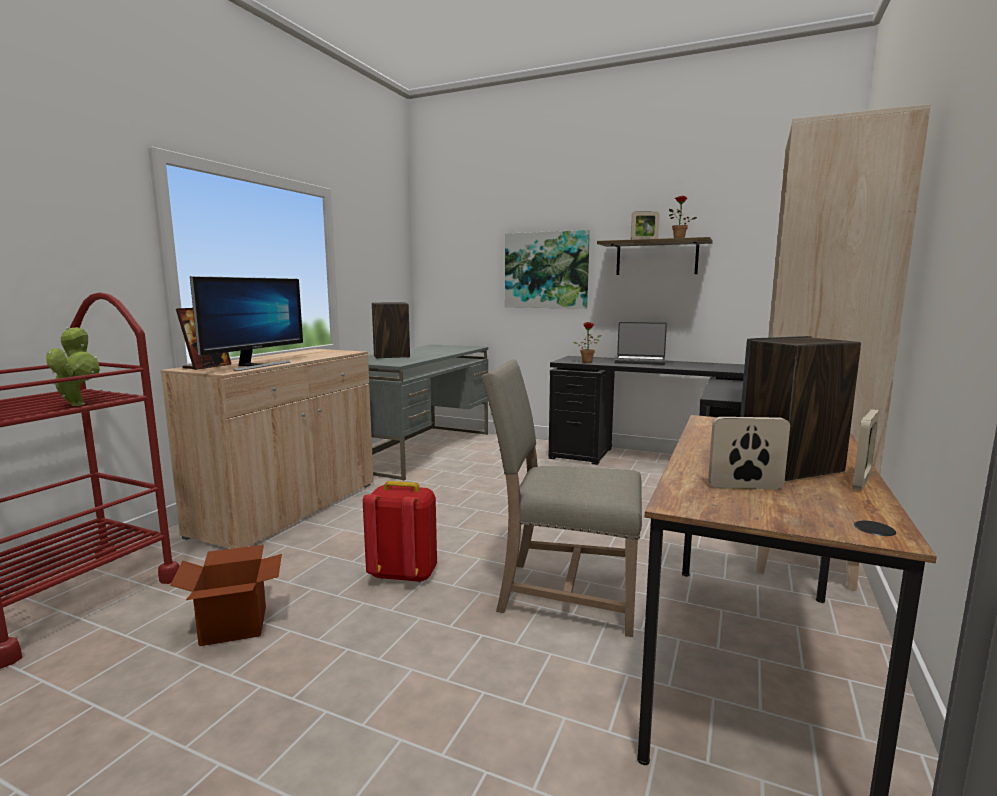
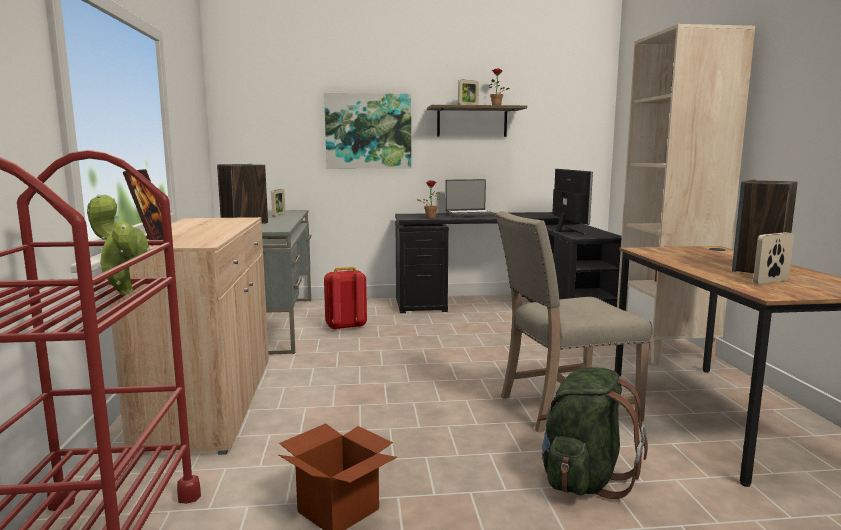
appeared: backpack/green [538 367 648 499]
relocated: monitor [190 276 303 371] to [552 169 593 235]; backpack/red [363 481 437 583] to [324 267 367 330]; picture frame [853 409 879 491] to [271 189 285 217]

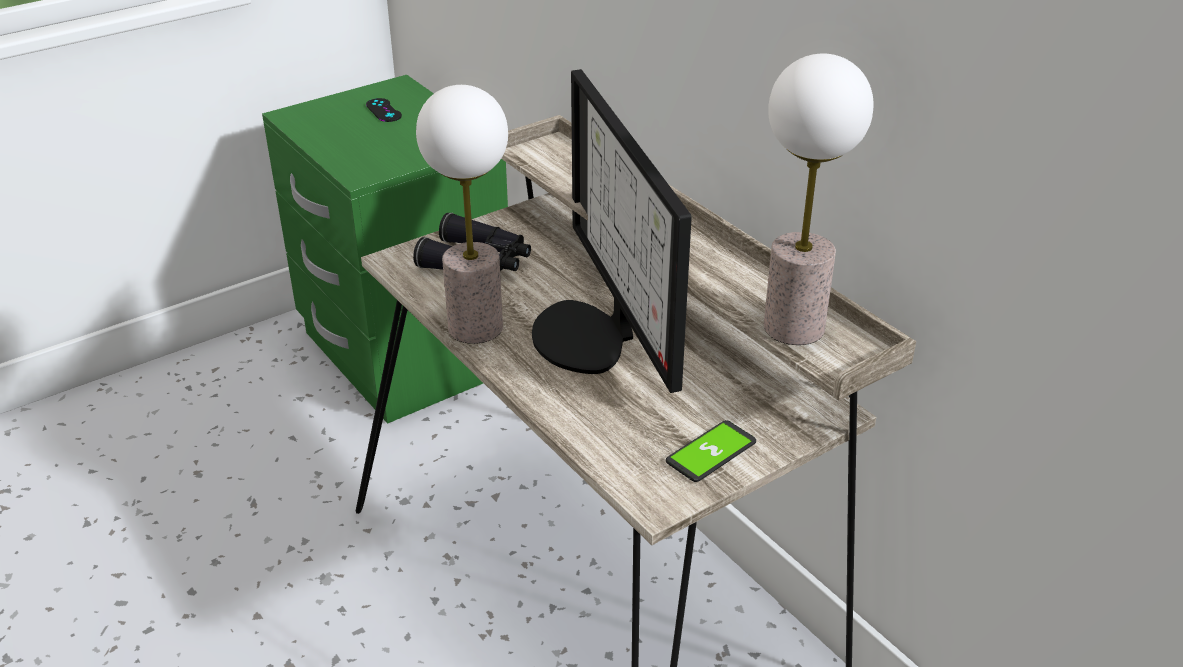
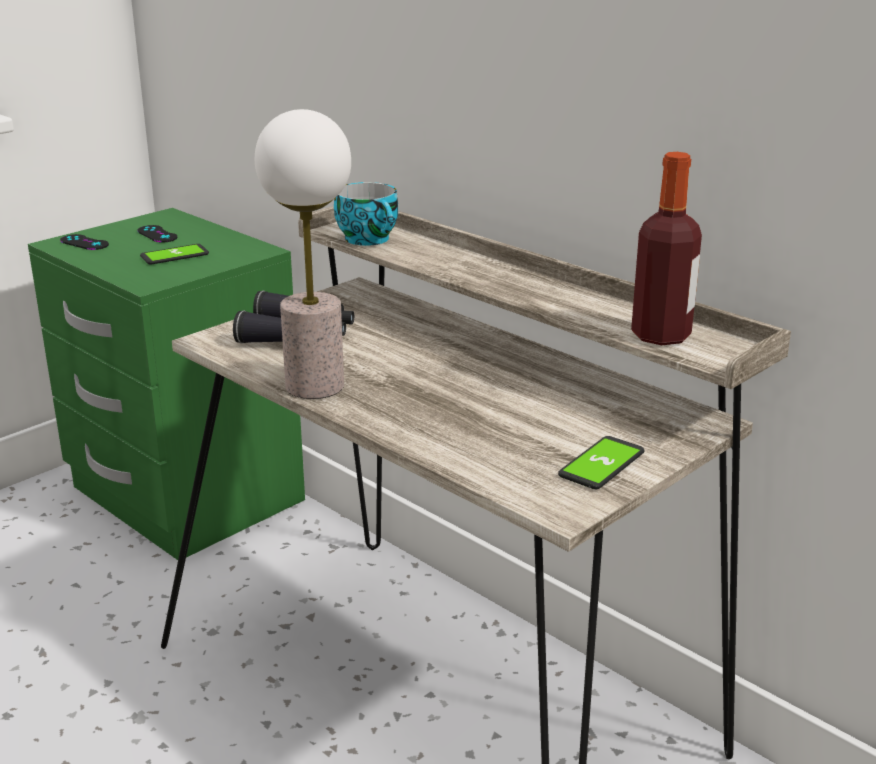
missing: monitor [532 69 692 393]
appeared: game controller/black [60 234 109 250]; phone [140 244 209 265]; cup [334 182 398 246]
exchanged: table lamp [764 53 873 345] to bottle [631 152 702 345]

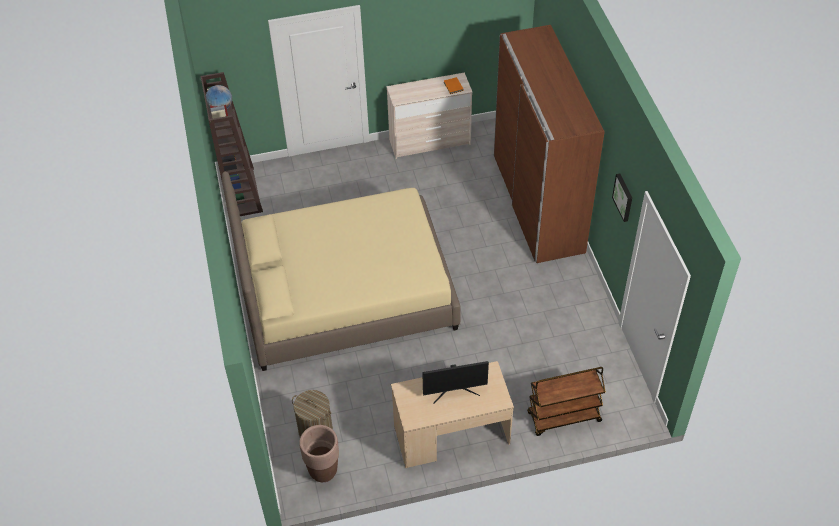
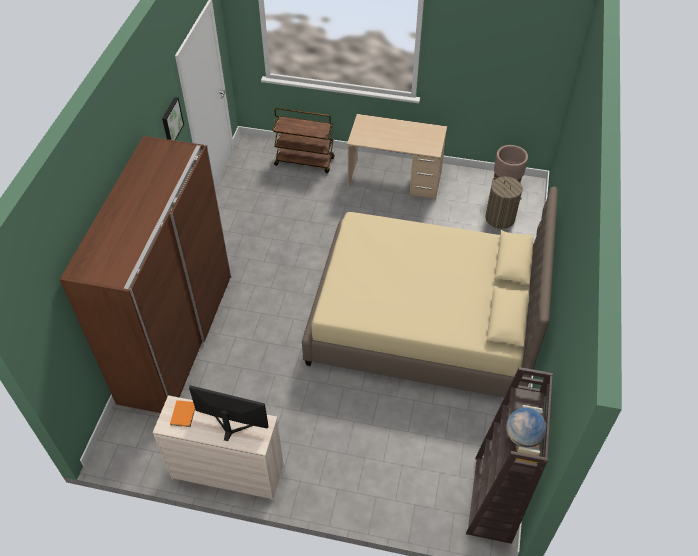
relocated: monitor [422 361 489 404] to [189 385 269 441]

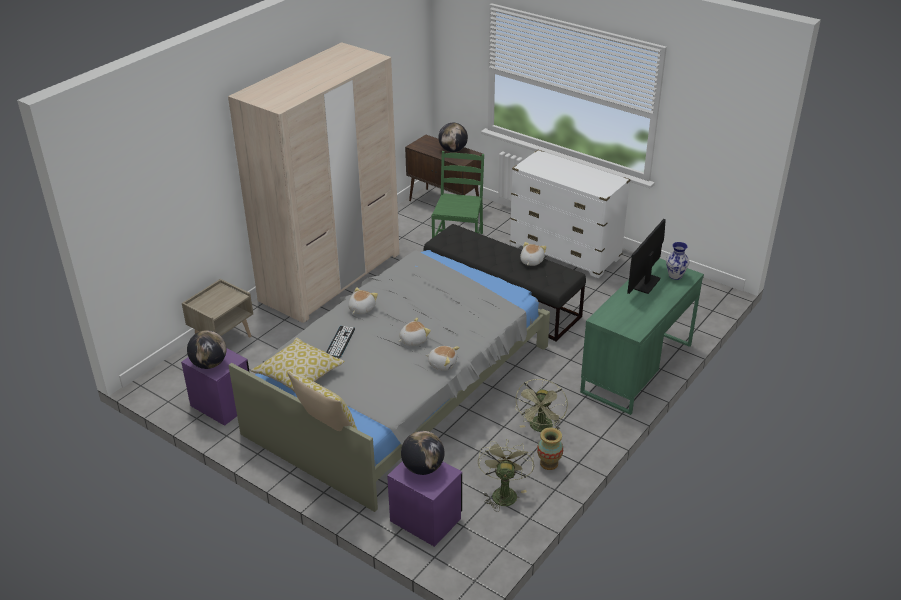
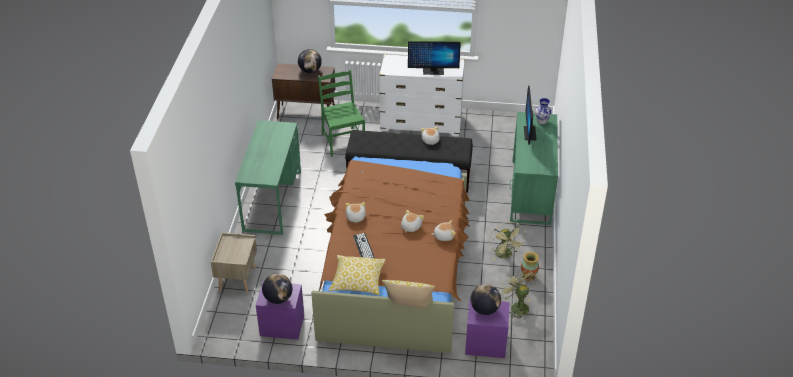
appeared: monitor [408 41 461 75]
exchanged: wardrobe/beige [228 42 400 323] to desk/green [235 120 301 235]
colour: bed/grey [228 250 550 512] to bed/brown [311 156 470 353]

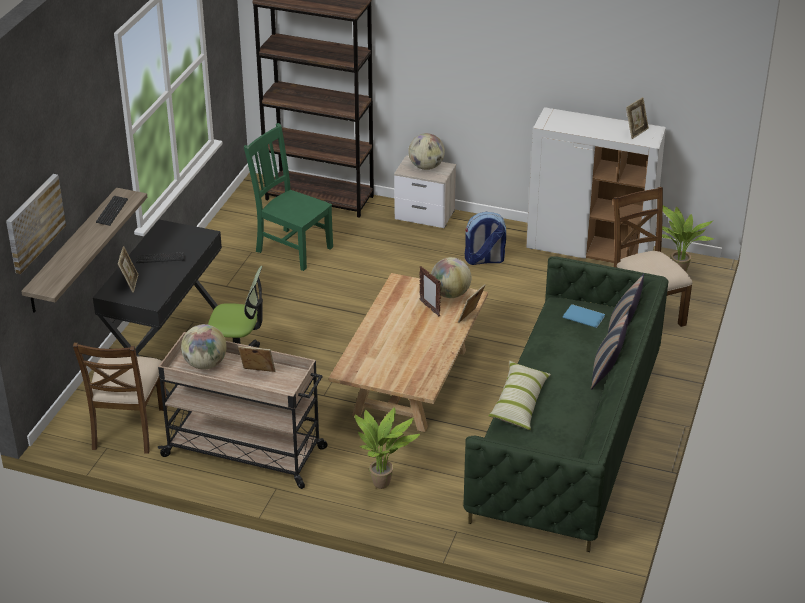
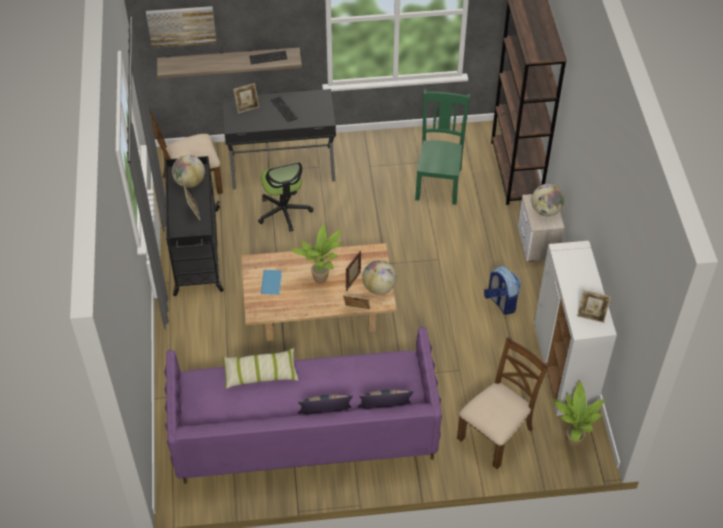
relocated: potted plant [355 407 420 489] to [291 224 342 284]; book/blue [563 304 605 328] to [261 270 282 295]
colour: cart/beige [158 332 328 489] to cart/black [165 156 224 296]; sofa/green [463 256 668 552] to sofa/purple [164 326 442 483]

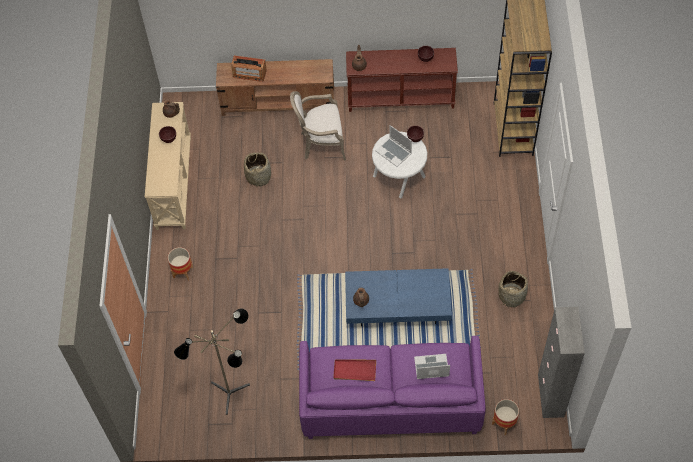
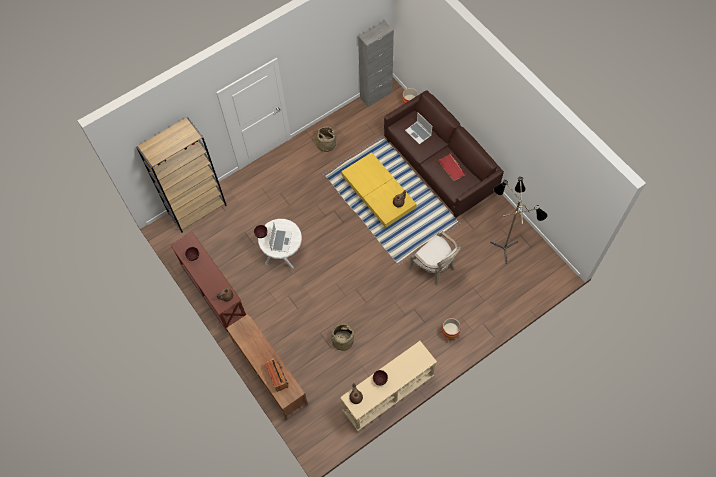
relocated: armchair [290 91 346 160] to [409 231 461 286]
colour: sofa/purple [299 336 486 439] to sofa/brown [384 90 504 218]; coffee table/blue [345 268 452 326] to coffee table/yellow [341 152 417 228]

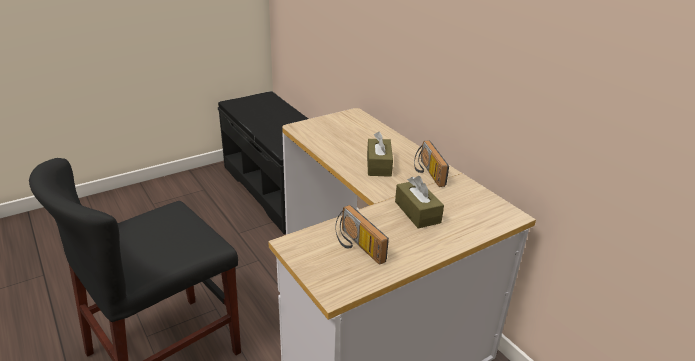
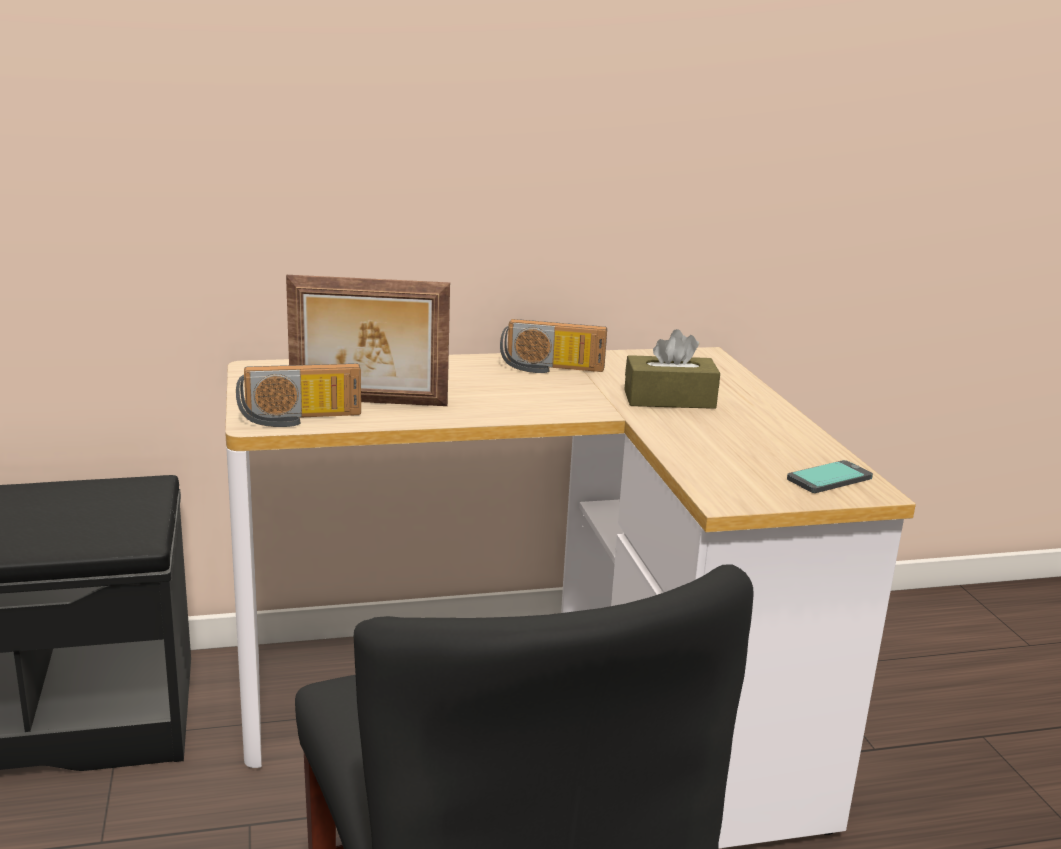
missing: tissue box/brown [367 132 393 177]
appeared: picture frame [286 275 450 406]; phone [787 460 873 493]
relocated: radio [335 205 389 265] to [236 363 361 427]

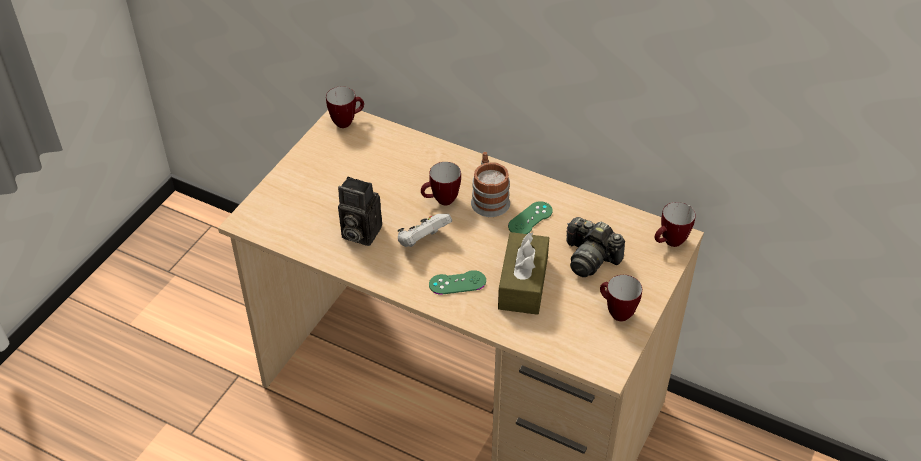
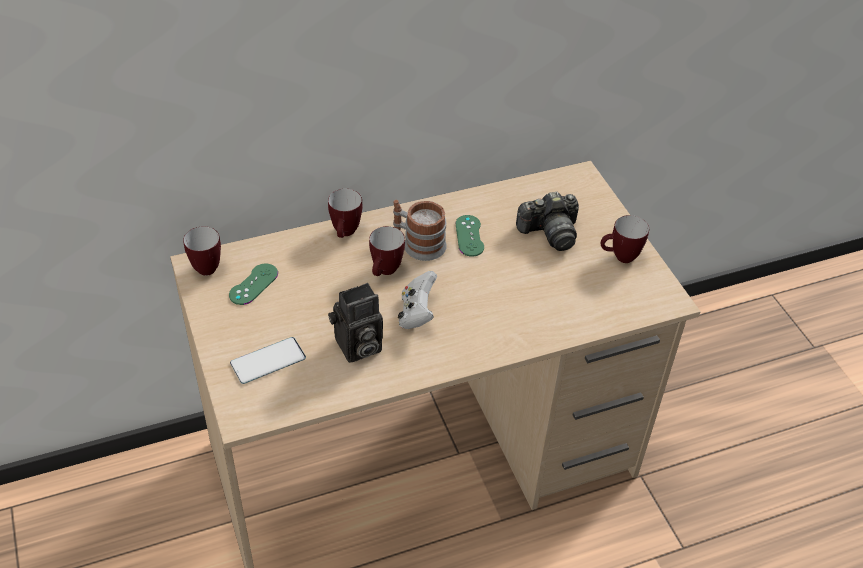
missing: tissue box/brown [498 232 549 315]
appeared: phone [230 337 306 384]
relocated: game controller/green [429 270 486 295] to [229 264 278 305]; mug [655 202 696 247] to [328 189 362 238]

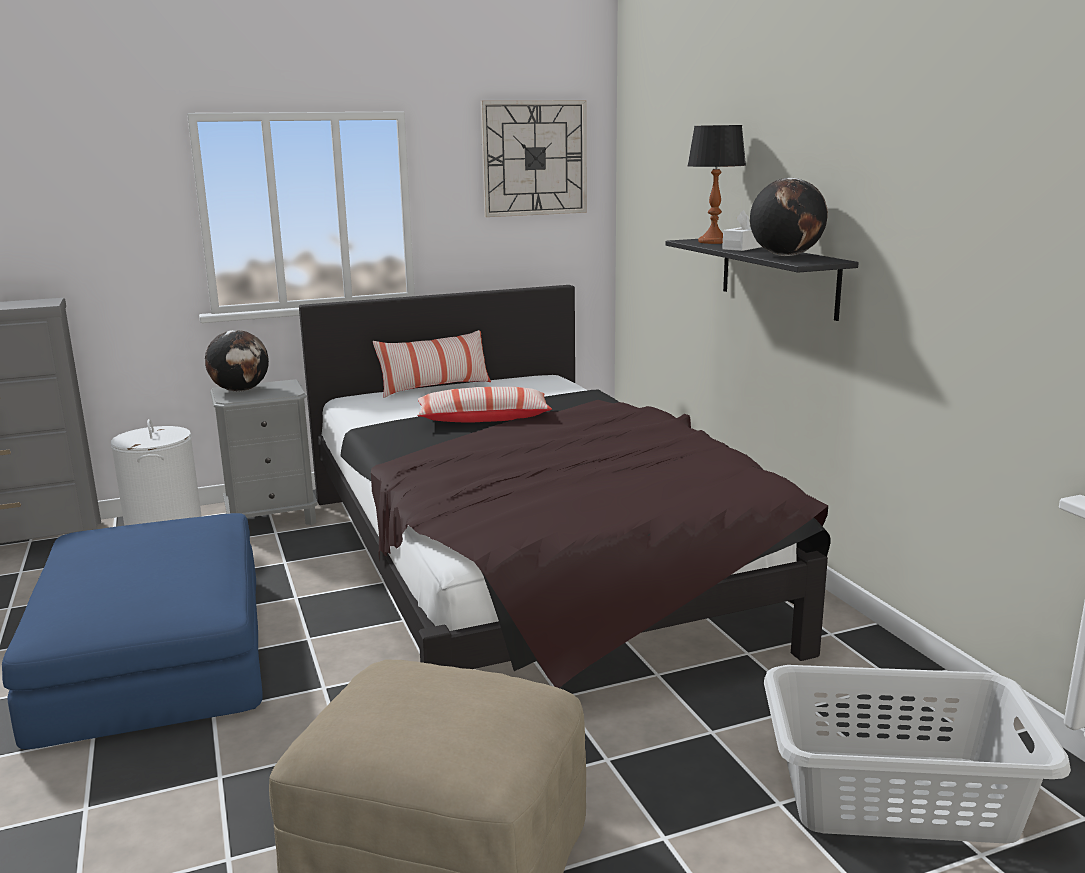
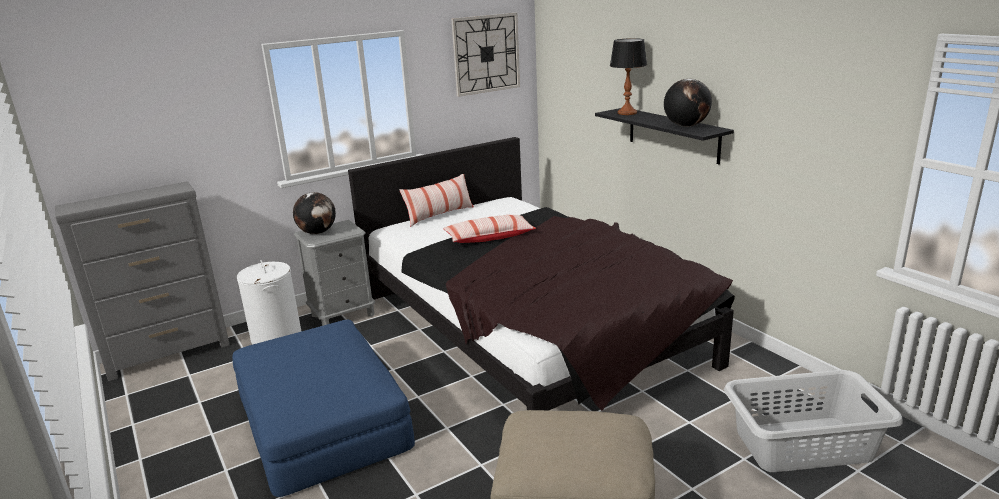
missing: tissue box/white [722 210 762 251]

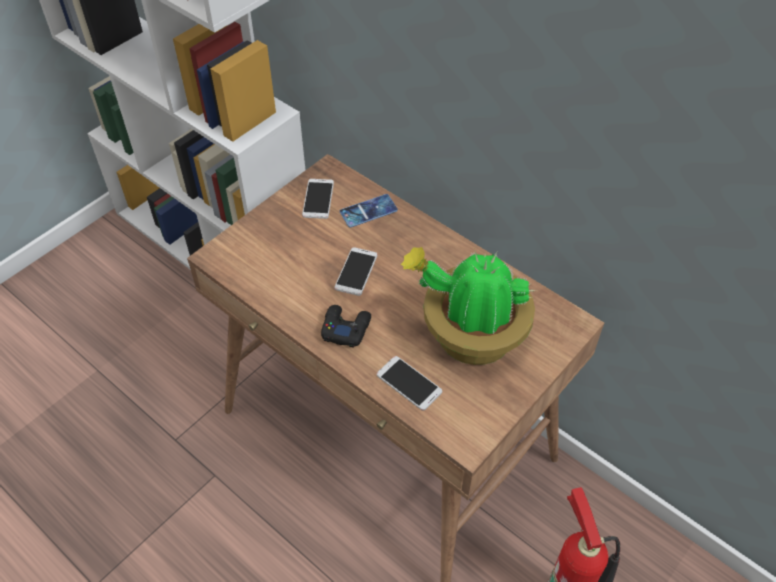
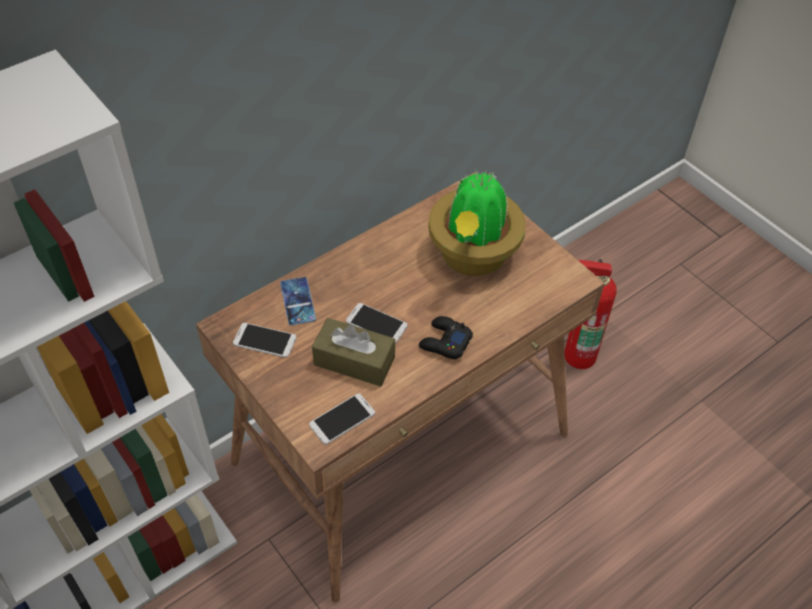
appeared: tissue box/brown [312 318 395 387]
relocated: phone [377 356 442 411] to [309 393 375 445]

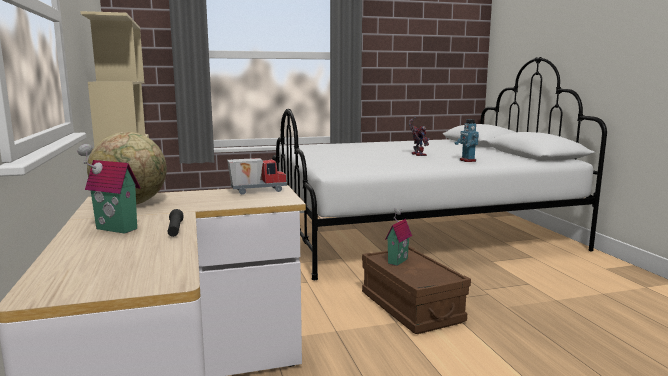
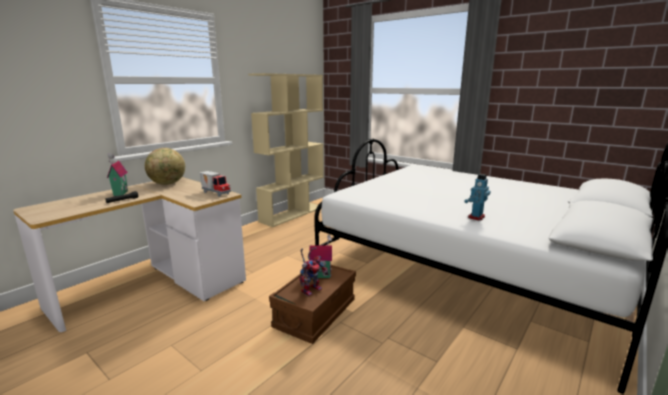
relocated: toy robot [409 117 430 156] to [300 247 329 296]

